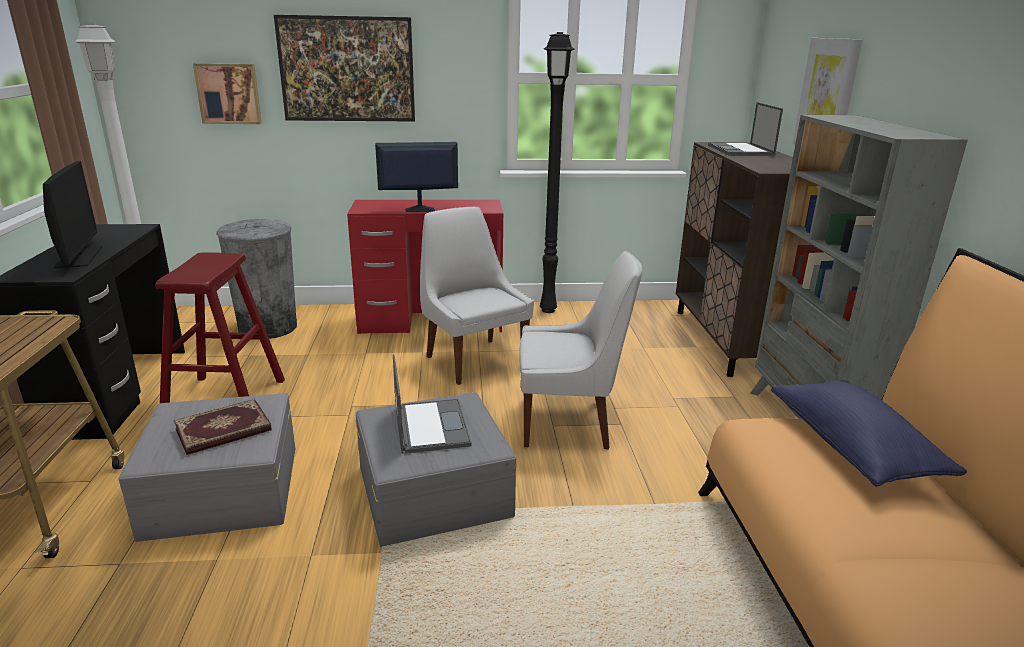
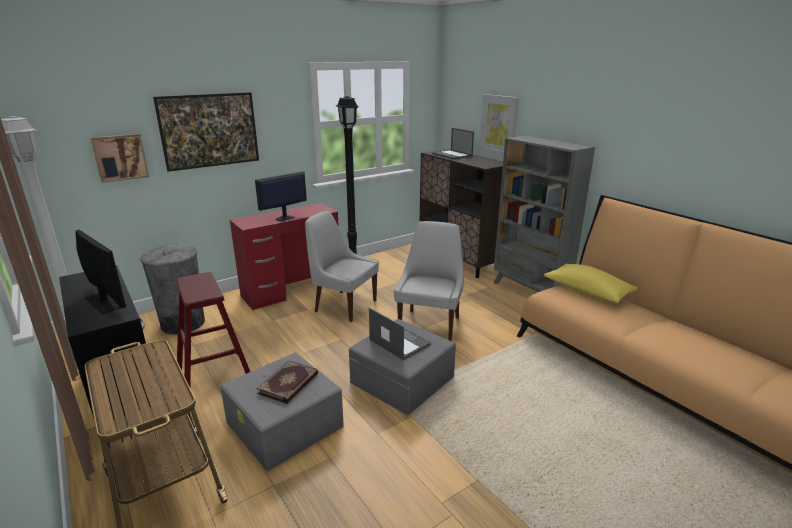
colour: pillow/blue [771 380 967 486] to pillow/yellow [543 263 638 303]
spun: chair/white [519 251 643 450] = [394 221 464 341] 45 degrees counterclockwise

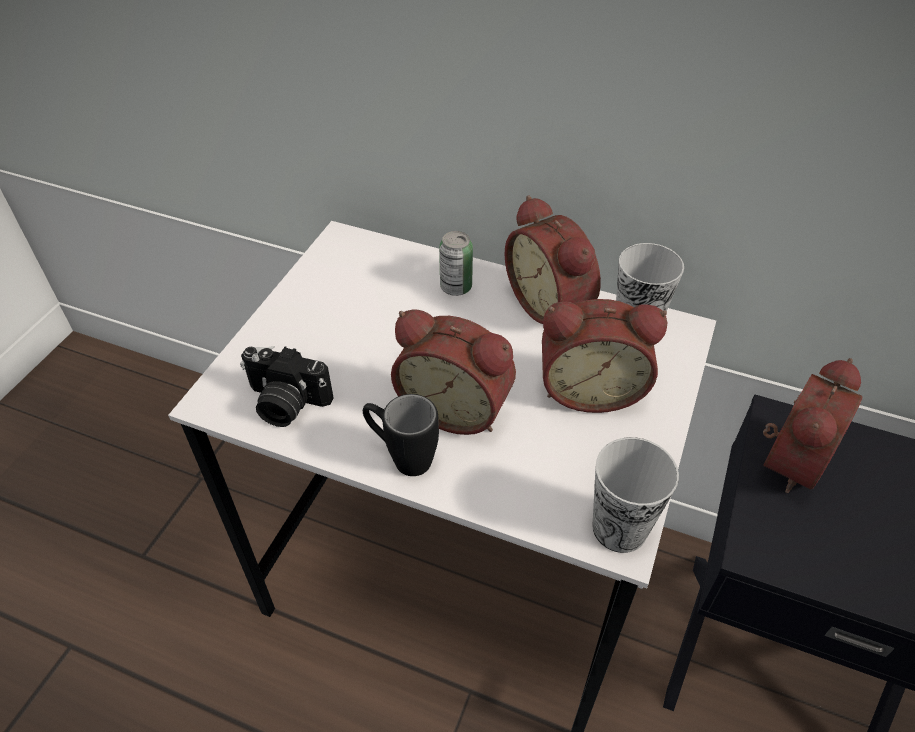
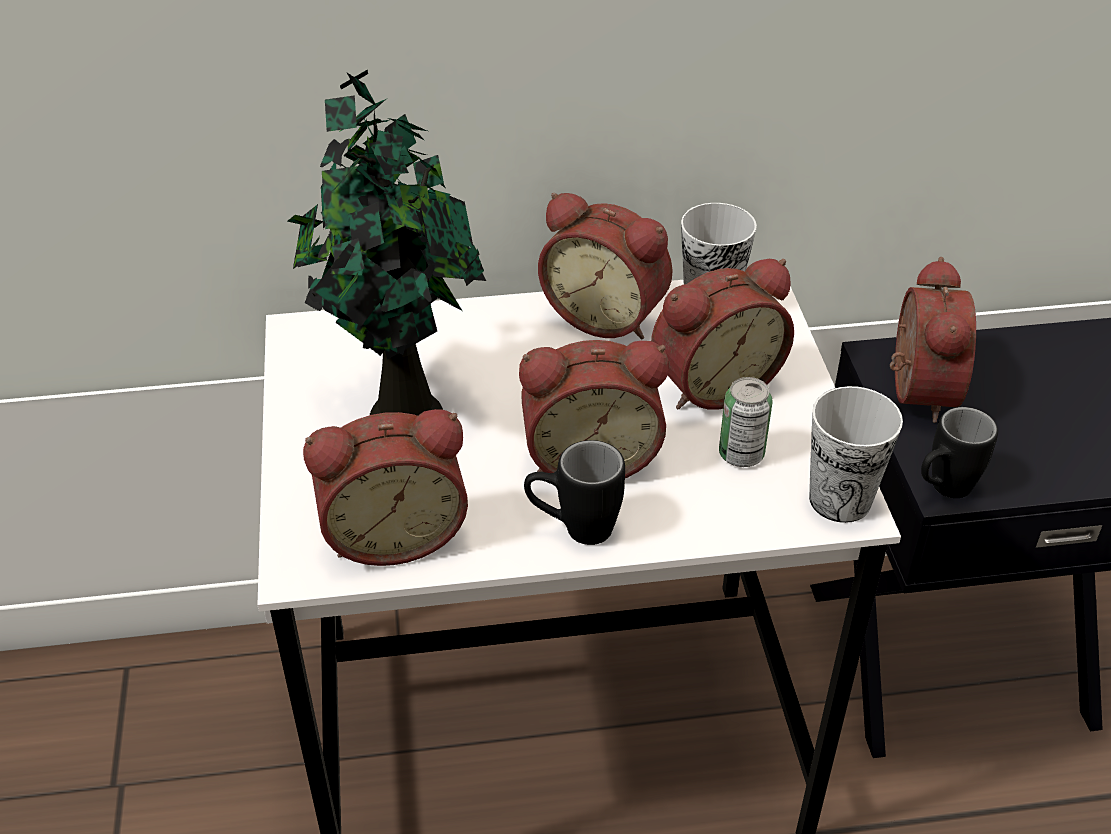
appeared: potted plant [288 69 486 416]; mug/black [921 407 998 498]
relocated: can [439 231 473 296] to [719 377 772 467]
exchanged: photo camera [240 346 334 427] to alarm clock [303 409 468 566]

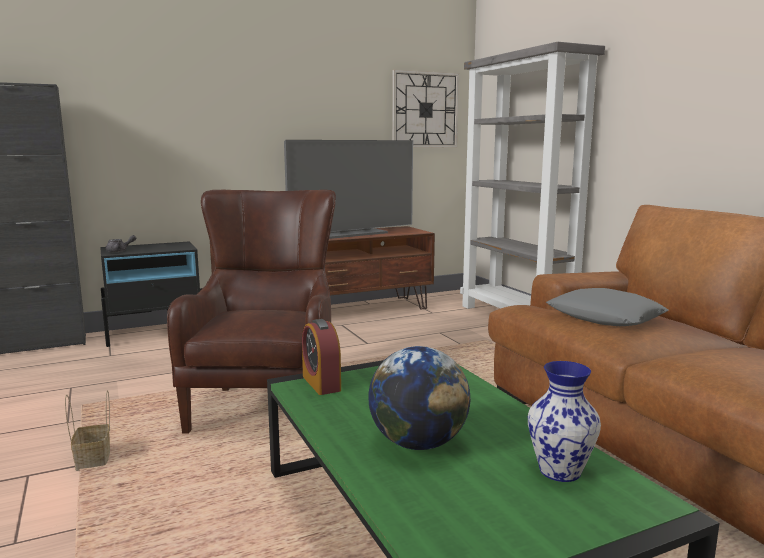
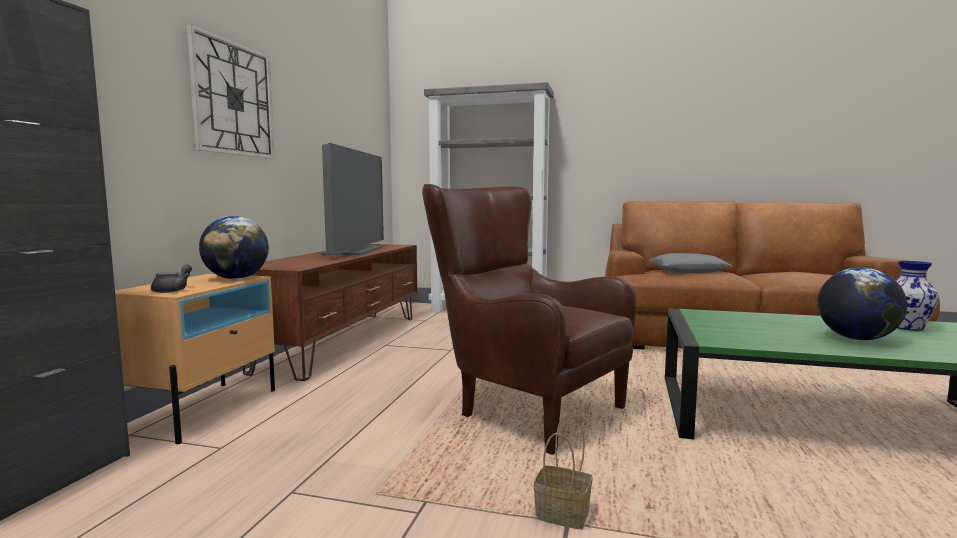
missing: alarm clock [302 319 341 395]
appeared: globe [199 216 269 279]
relocated: wall clock [392 70 459 148] to [187 24 275 159]
colour: nightstand/black [100 242 203 347] to nightstand/beige [115 274 275 444]

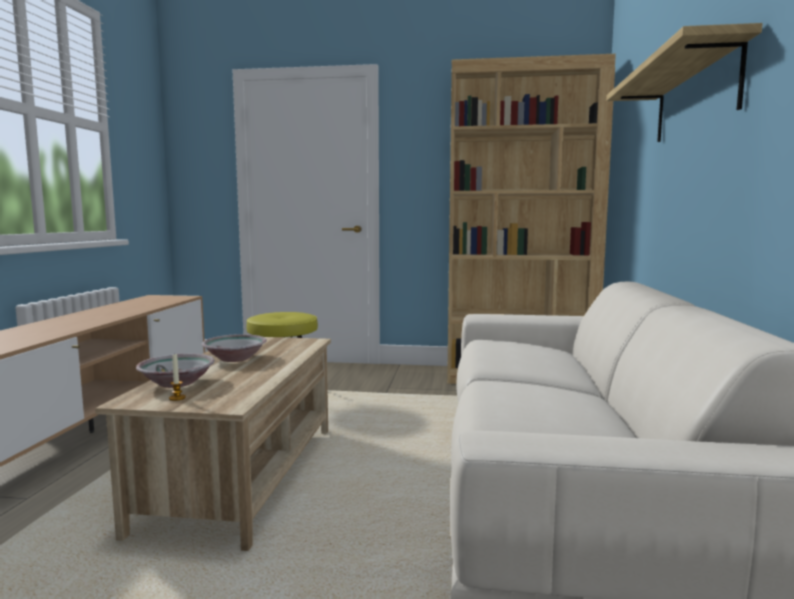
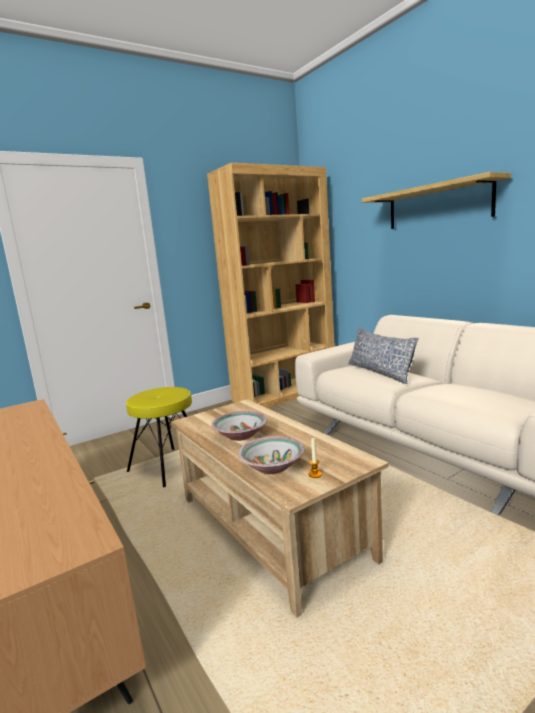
appeared: pillow [348 327 419 384]

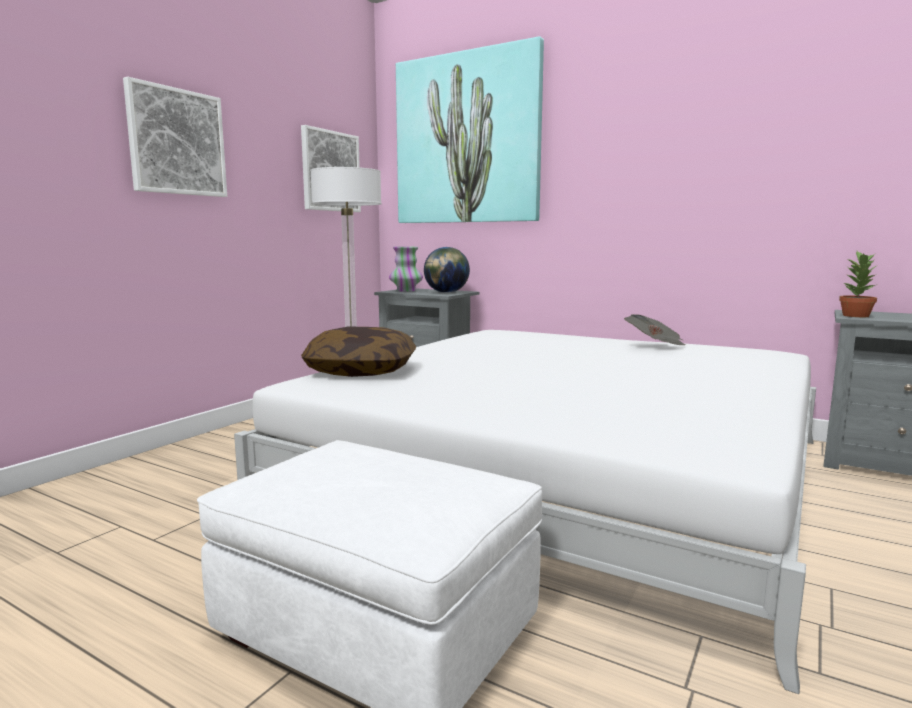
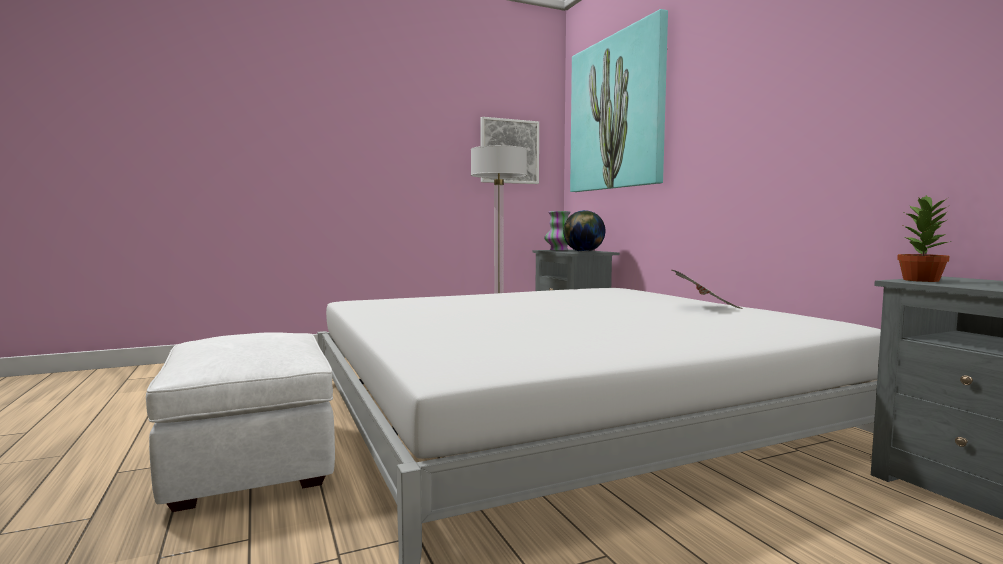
missing: picture [123 77 227 197]; pillow [301 327 416 377]

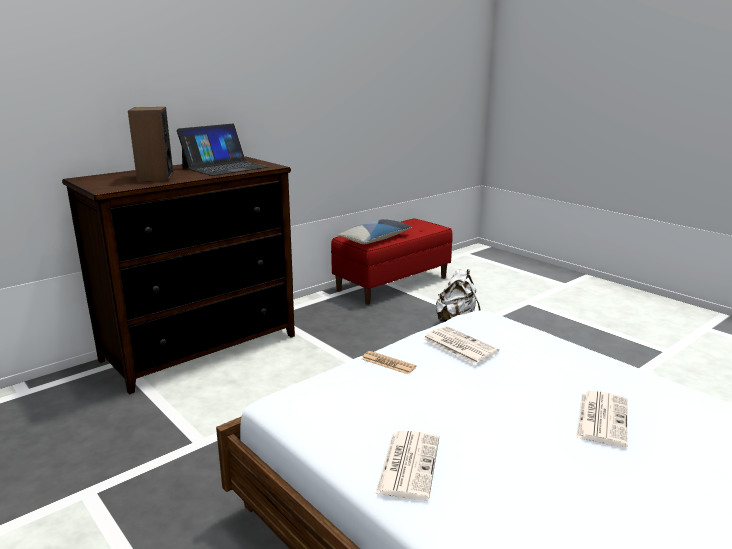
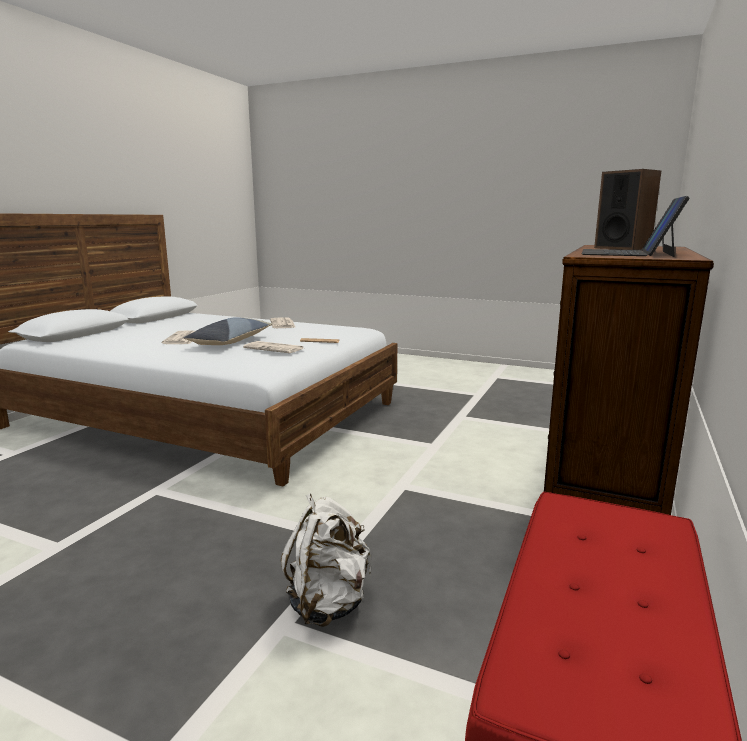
relocated: pillow [338 219 412 244] to [183 317 273 345]

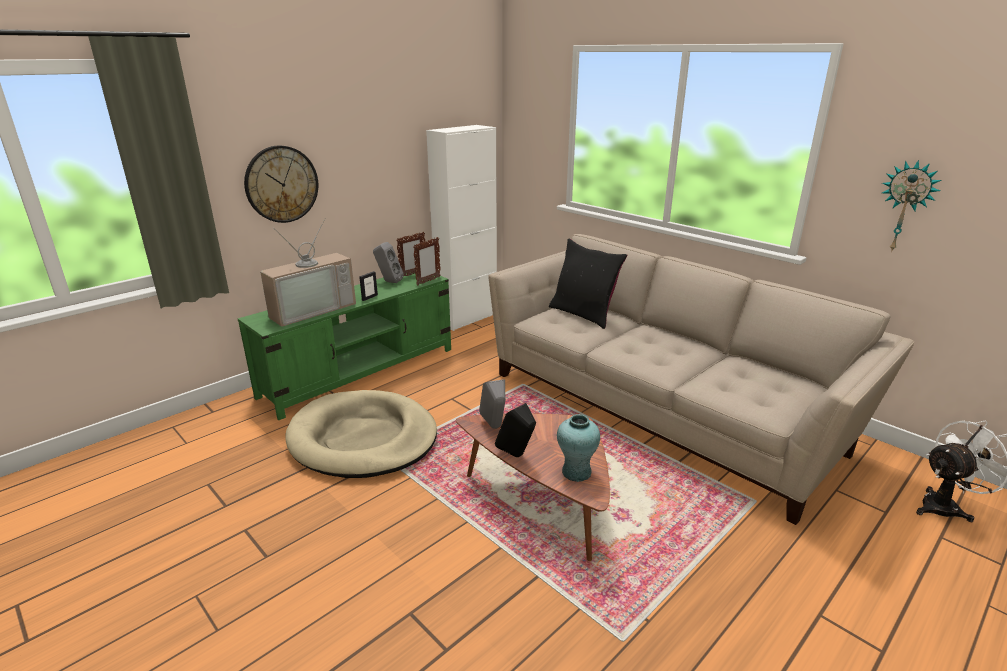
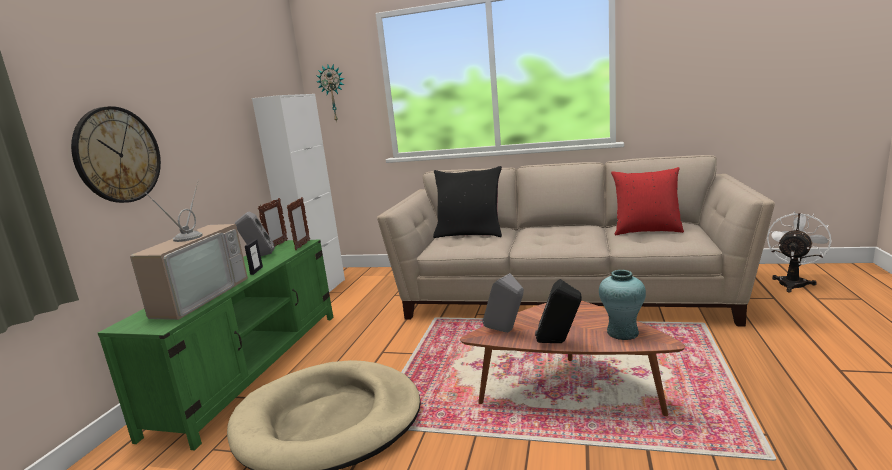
appeared: pillow/red [611 167 684 235]
relocated: wall clock [882 160 941 252] to [316 64 345 122]

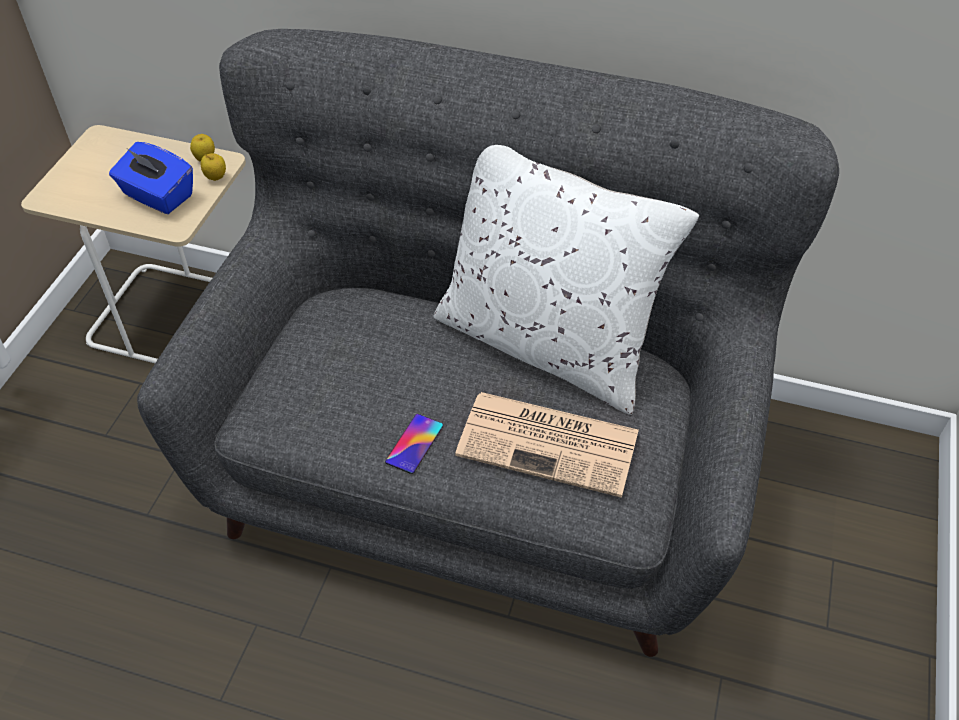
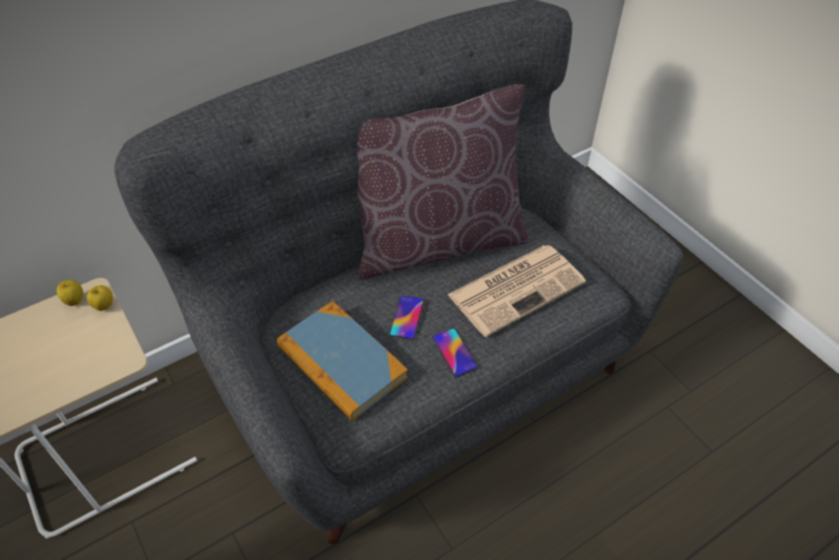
missing: tissue box/blue [109 142 193 214]
appeared: book [277 301 408 421]; phone [390 296 424 340]
colour: pillow/white [434 145 699 415] to pillow/brown [357 84 528 280]

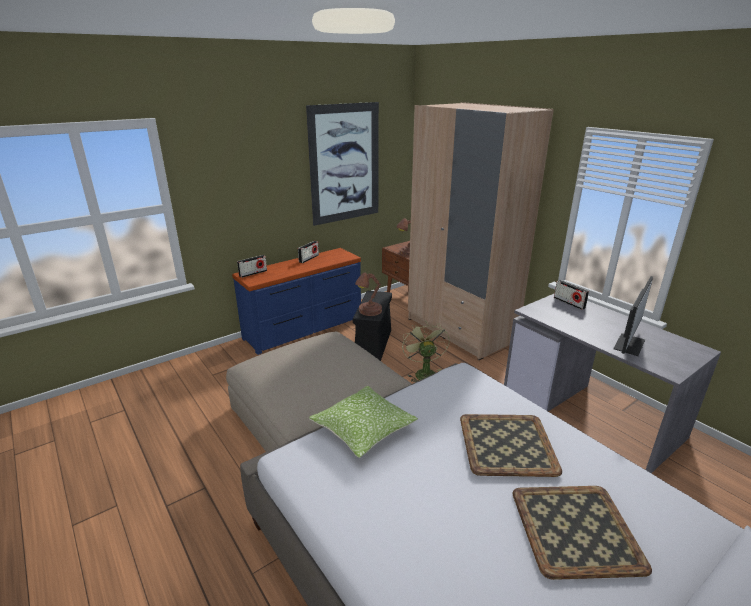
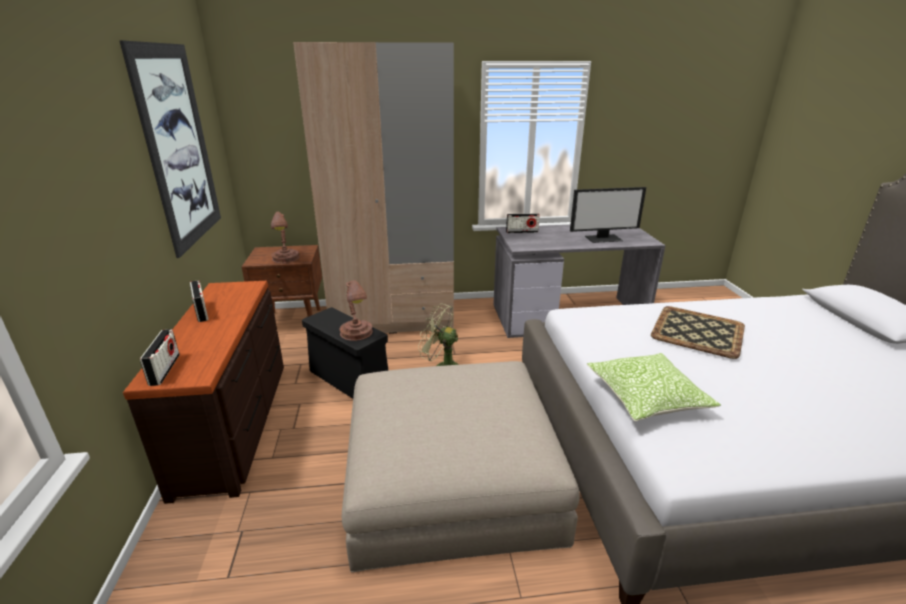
missing: tray [513 486 652 580]
colour: dresser/blue [232 248 361 355] to dresser/brown [123 281 284 504]
spun: monitor [613 276 653 356] = [570 187 646 243] 105 degrees clockwise

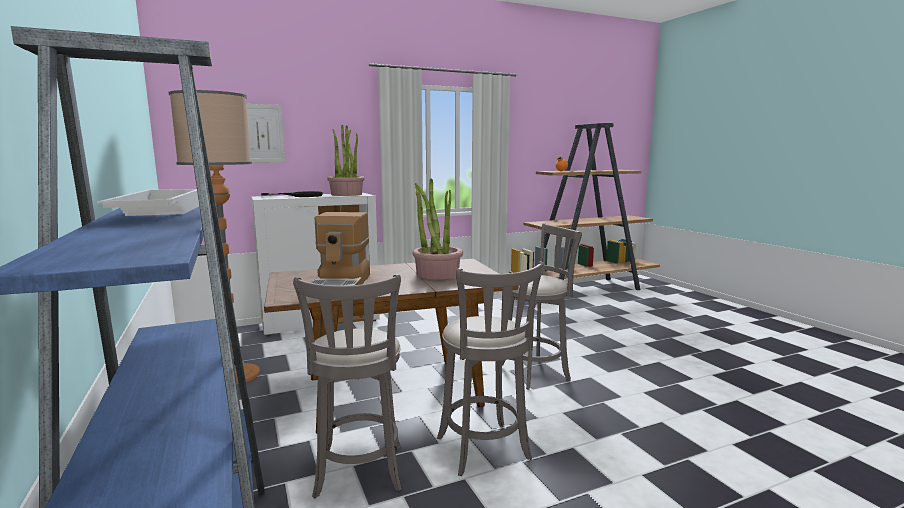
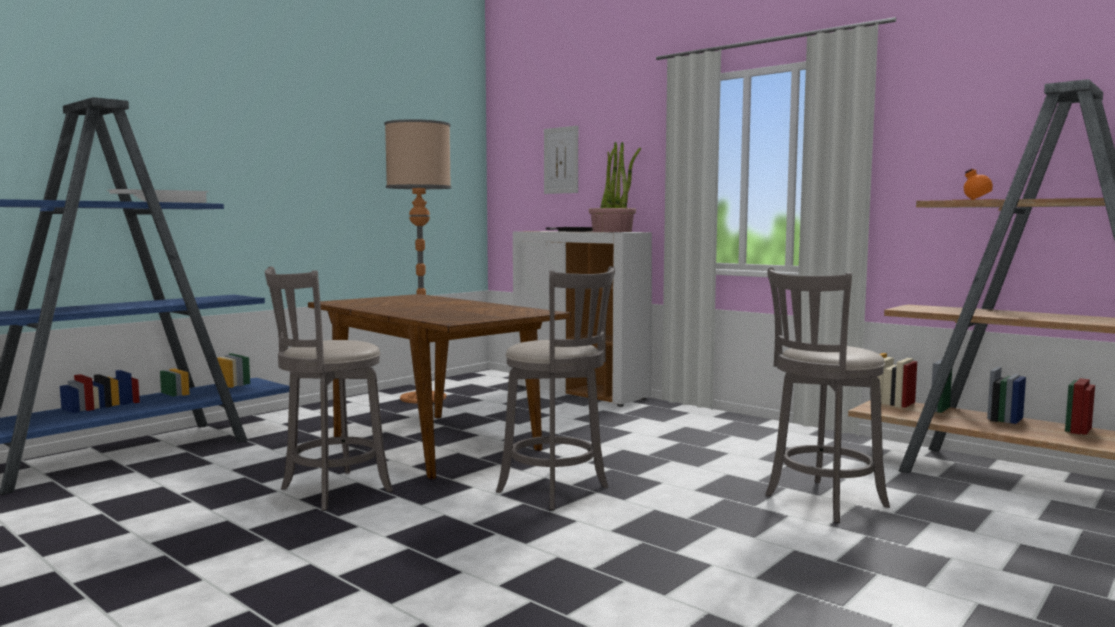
missing: coffee machine [311 212 370 286]; potted plant [412 179 463 280]
relocated: stool/grey [293 274 402 498] to [766 267 890 523]

